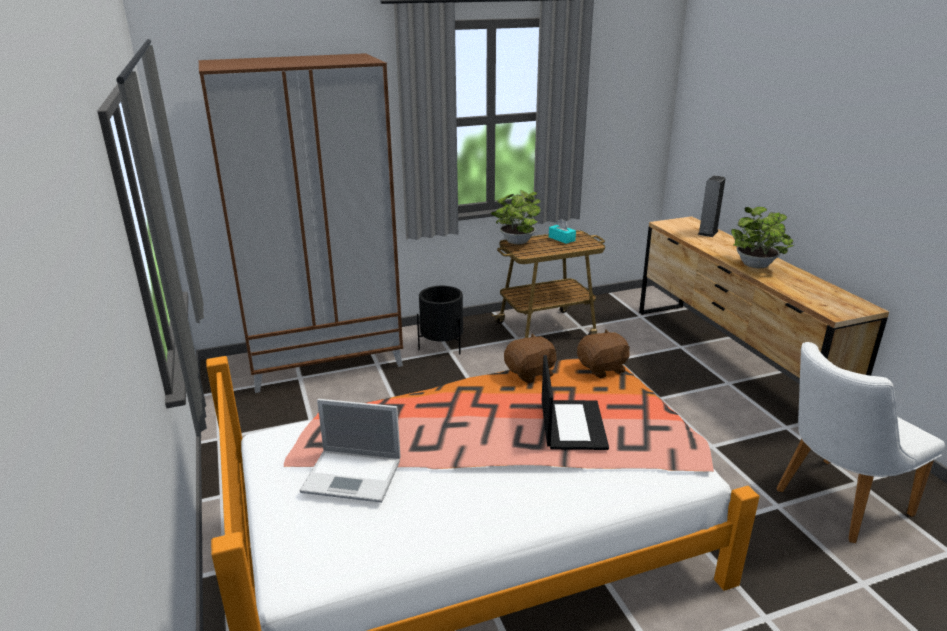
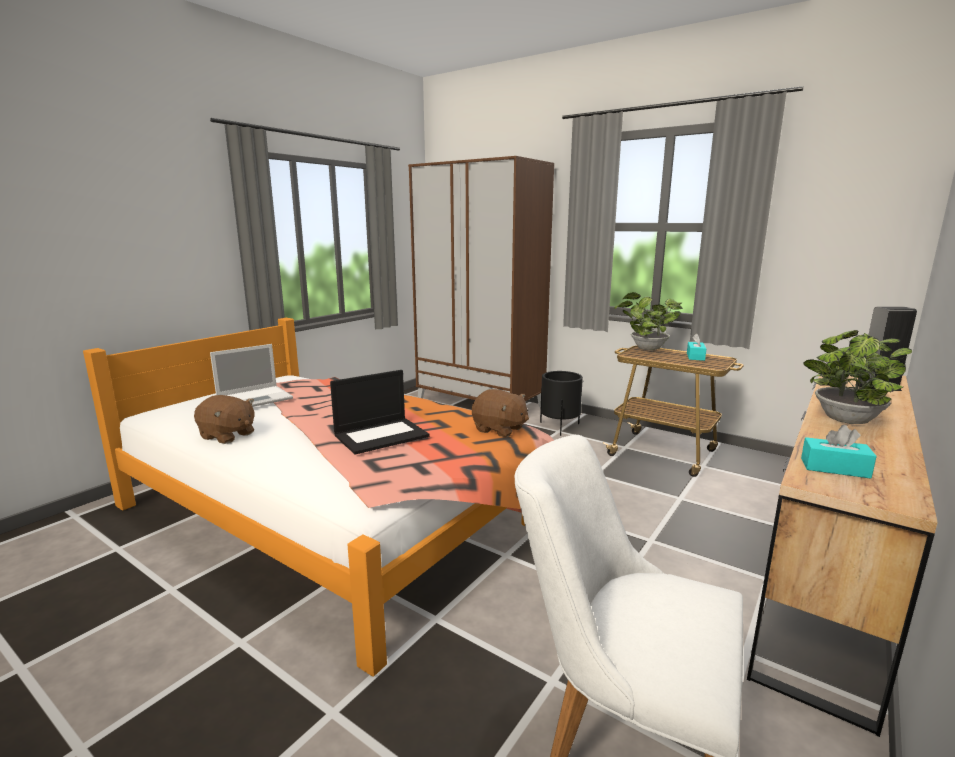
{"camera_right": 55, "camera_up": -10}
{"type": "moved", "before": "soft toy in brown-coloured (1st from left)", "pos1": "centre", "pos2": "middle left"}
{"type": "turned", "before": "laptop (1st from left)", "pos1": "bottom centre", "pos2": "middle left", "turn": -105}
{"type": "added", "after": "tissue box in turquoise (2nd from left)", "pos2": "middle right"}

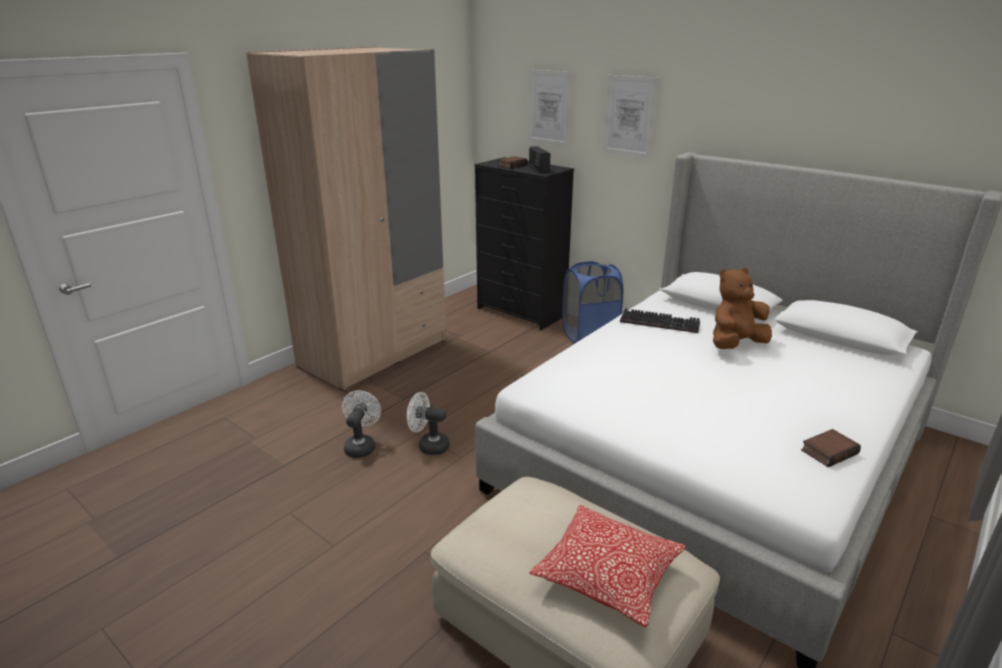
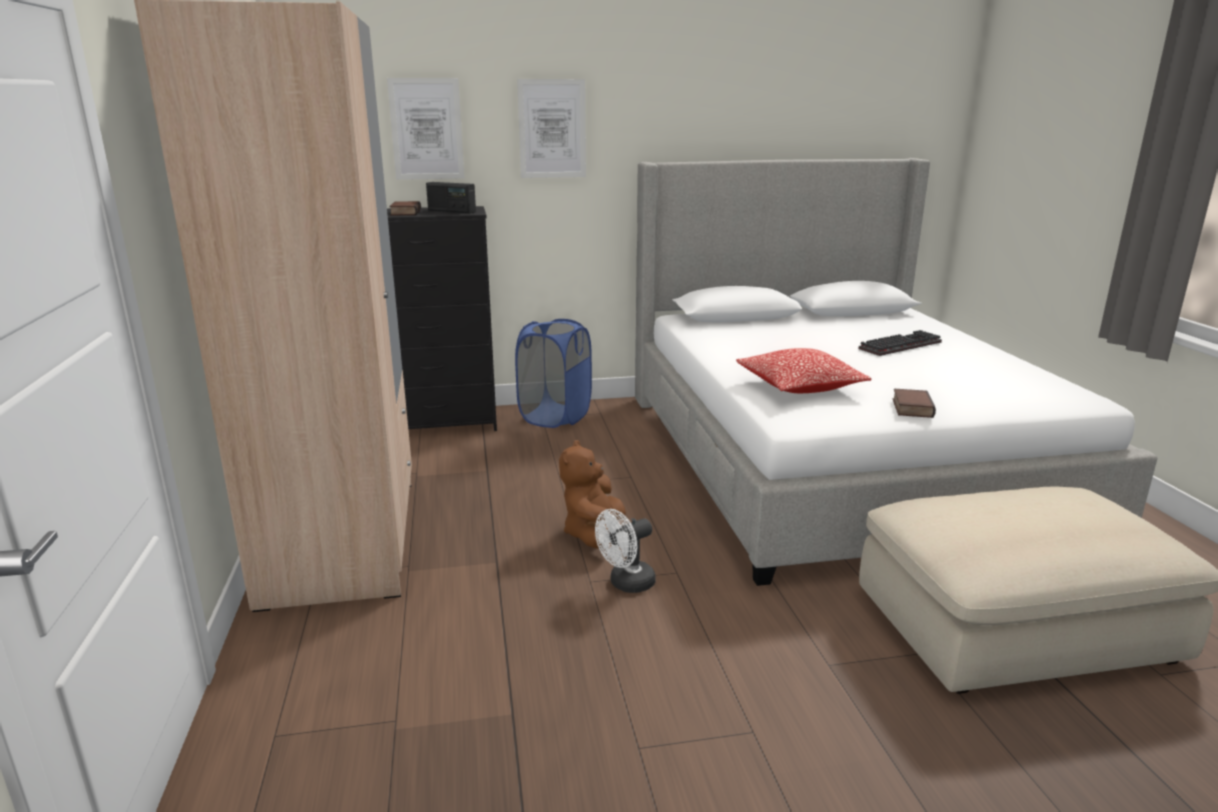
{"camera_right": -50, "camera_up": -5}
{"type": "moved", "before": "soft toy in brown-coloured", "pos1": "middle right", "pos2": "centre"}
{"type": "moved", "before": "pillow", "pos1": "bottom centre", "pos2": "centre"}
{"type": "moved", "before": "computer keyboard", "pos1": "centre", "pos2": "middle right"}
{"type": "moved", "before": "book (2nd from left)", "pos1": "bottom right", "pos2": "middle right"}
{"type": "removed", "before": "fan in white-coloured (1st from left)", "pos1": "centre"}

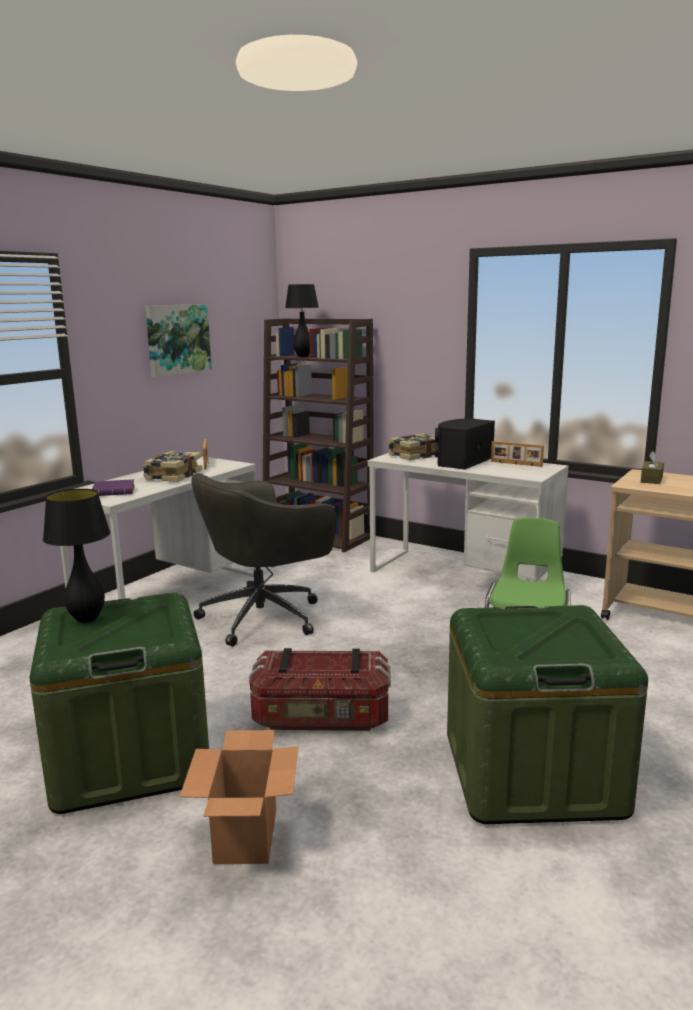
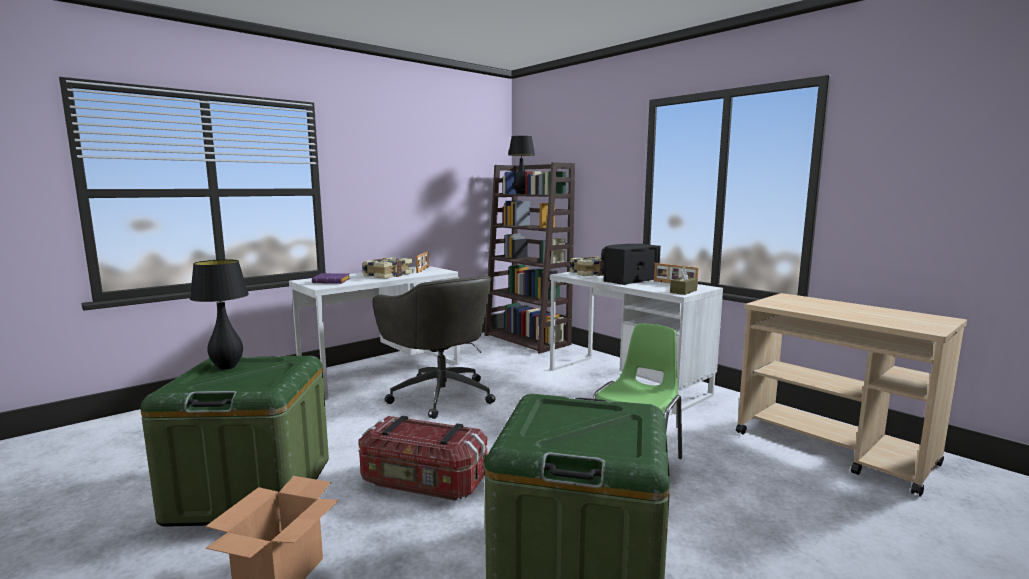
{"camera_right": 15, "camera_up": -5}
{"type": "turned", "before": "desk chair in greyish", "pos1": "centre", "pos2": "centre", "turn": -105}
{"type": "moved", "before": "tissue box in brown-coloured", "pos1": "middle right", "pos2": "centre"}
{"type": "removed", "before": "wall picture", "pos1": "middle left"}

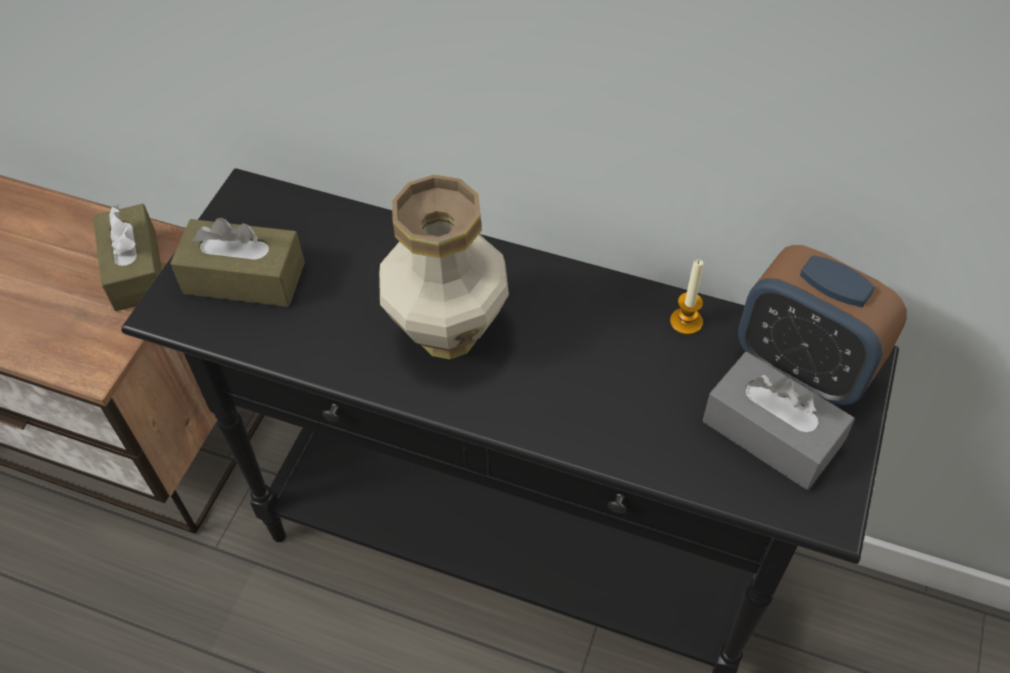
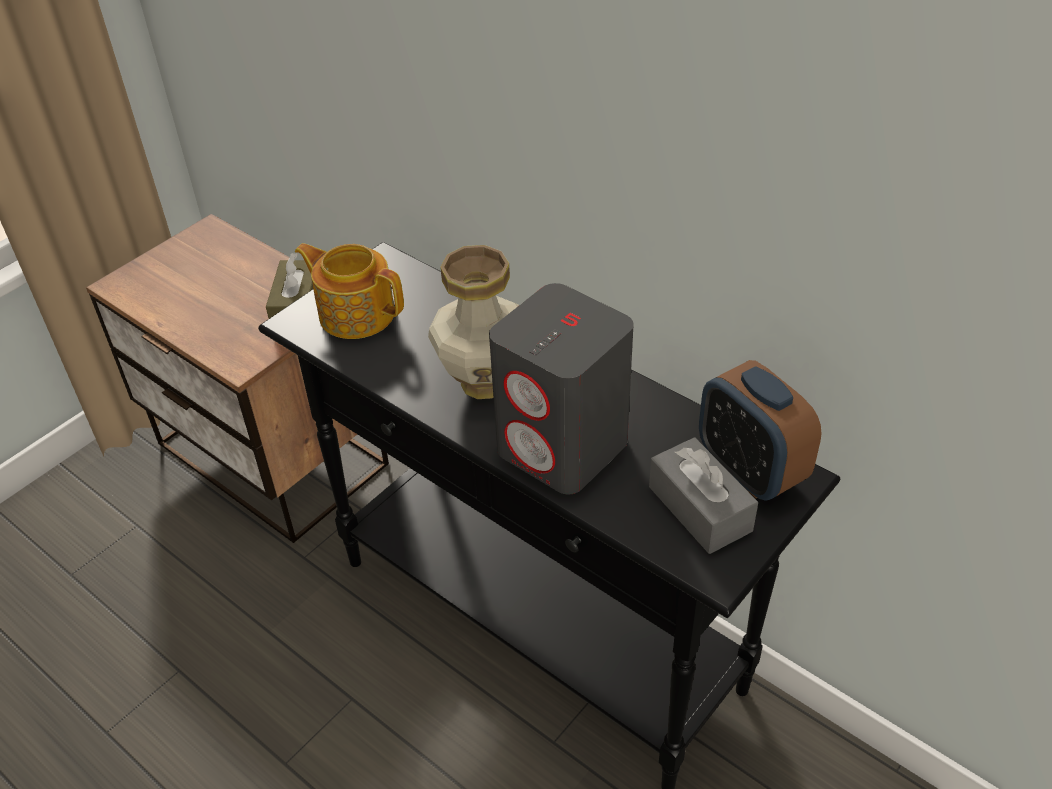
{"camera_right": 20, "camera_up": -10}
{"type": "replaced", "before": "tissue box in brown-coloured (2nd from left)", "after": "tea pot", "pos1": "middle left", "pos2": "middle left"}
{"type": "added", "after": "speaker in greyish", "pos2": "centre"}
{"type": "removed", "before": "candle", "pos1": "middle right"}

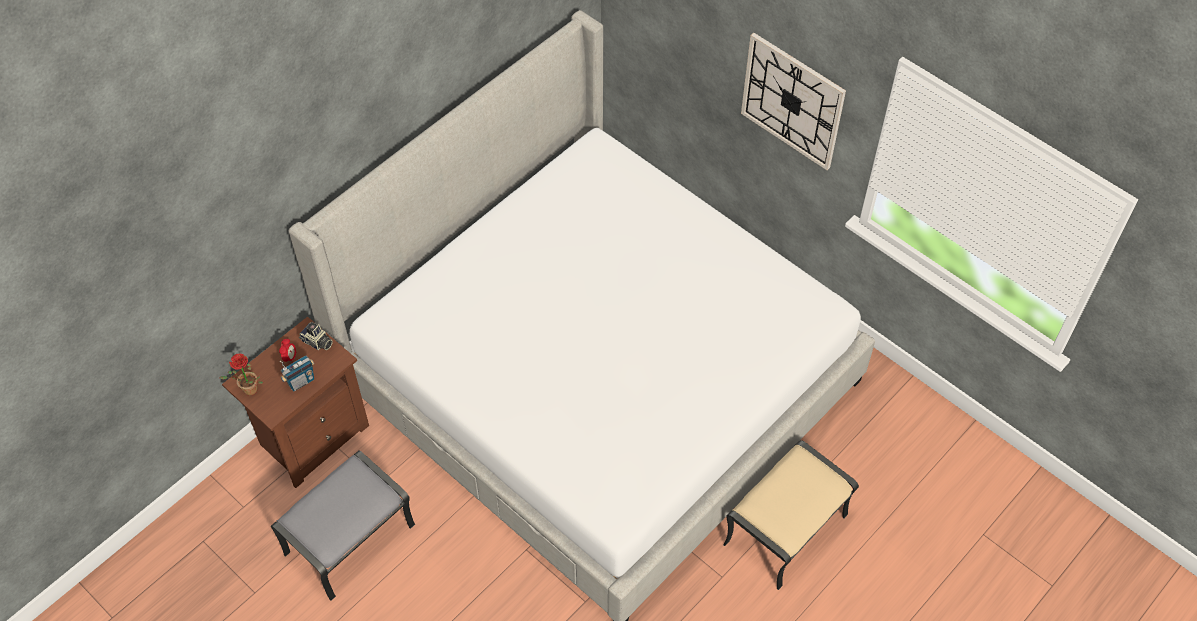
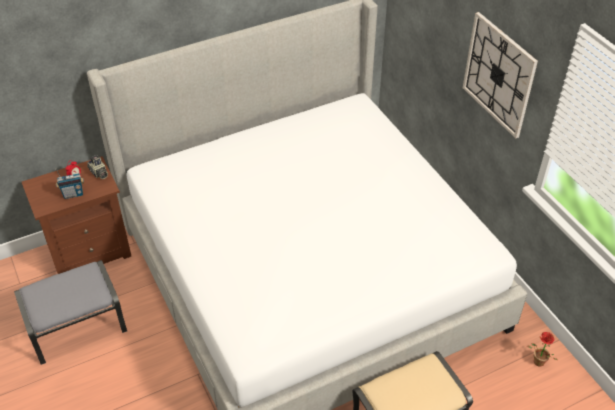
{"camera_right": 20, "camera_up": -10}
{"type": "moved", "before": "plant in a pot", "pos1": "middle left", "pos2": "bottom right"}

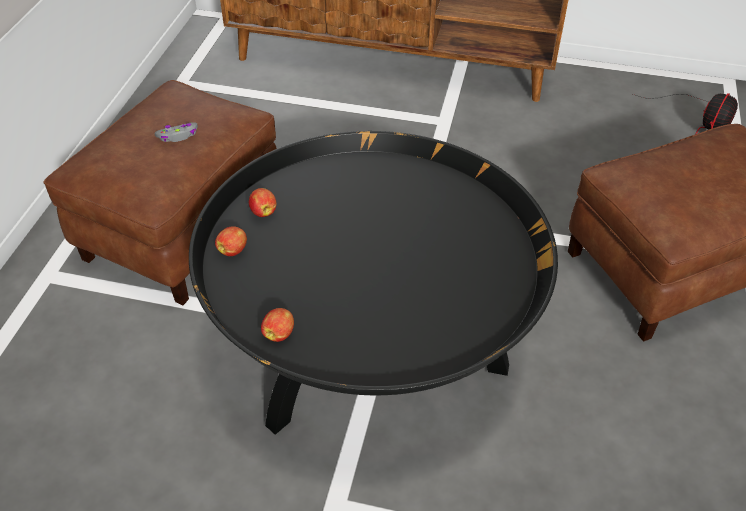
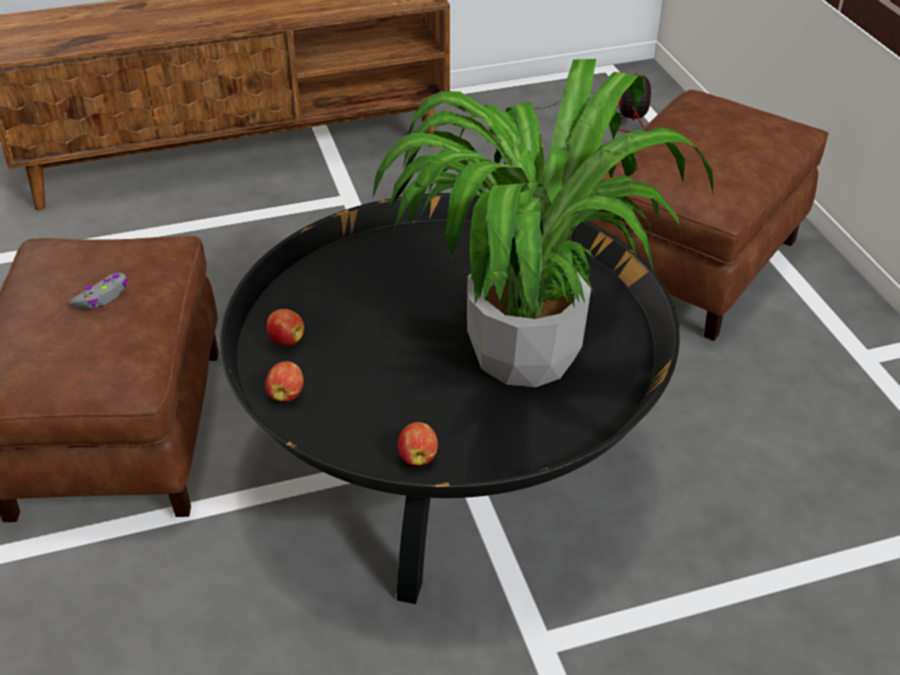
{"camera_right": -30, "camera_up": -5}
{"type": "added", "after": "plant in a pot", "pos2": "top centre"}

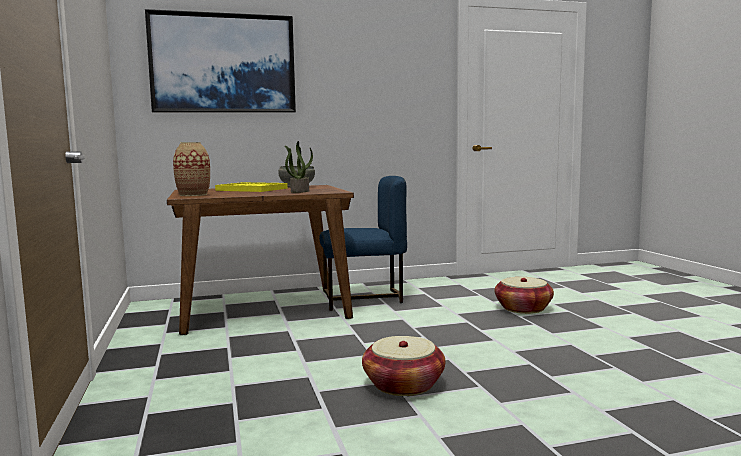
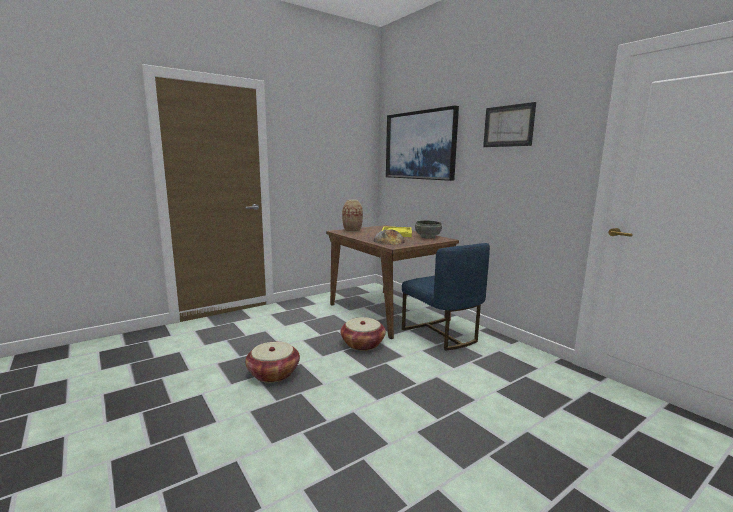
{"camera_right": 70, "camera_up": 5}
{"type": "moved", "before": "storage basket (2nd from left)", "pos1": "middle right", "pos2": "centre"}
{"type": "replaced", "before": "plant in a pot", "after": "bread", "pos1": "centre", "pos2": "centre"}
{"type": "added", "after": "wall picture (2nd from left)", "pos2": "top right"}

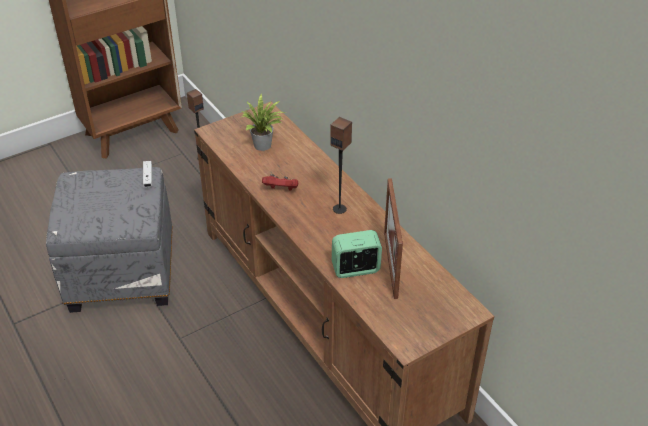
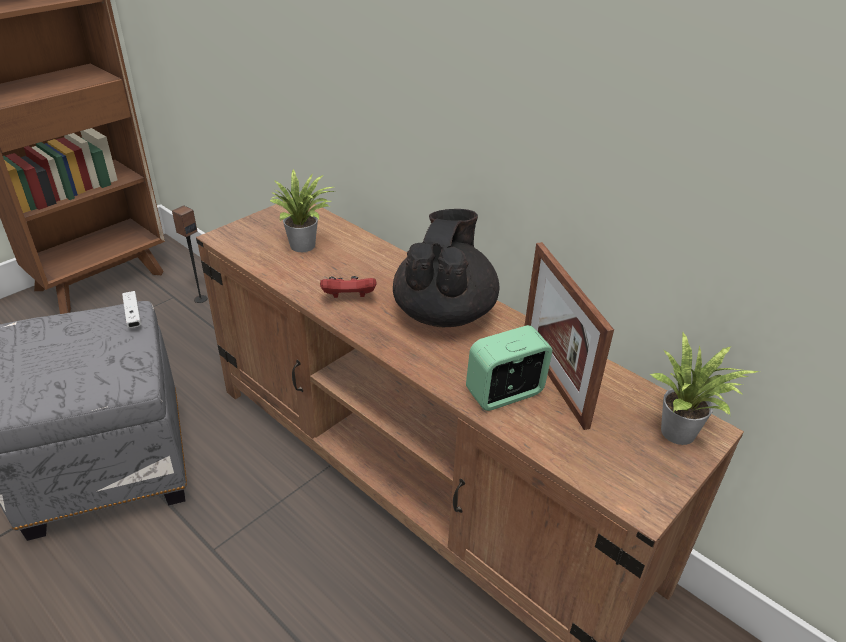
{"camera_right": -15, "camera_up": -5}
{"type": "replaced", "before": "speaker (2nd from left)", "after": "tea pot in blackish", "pos1": "centre", "pos2": "centre"}
{"type": "added", "after": "plant in a pot (2nd from left)", "pos2": "middle right"}

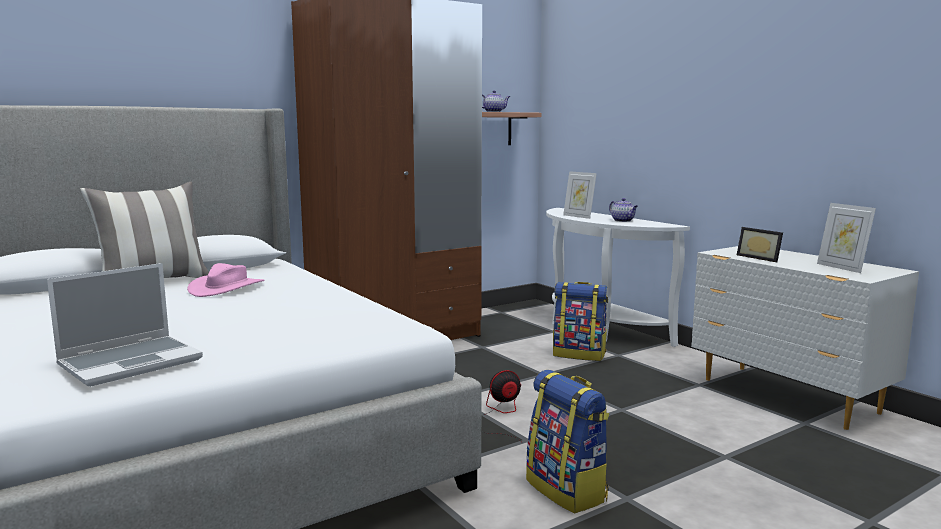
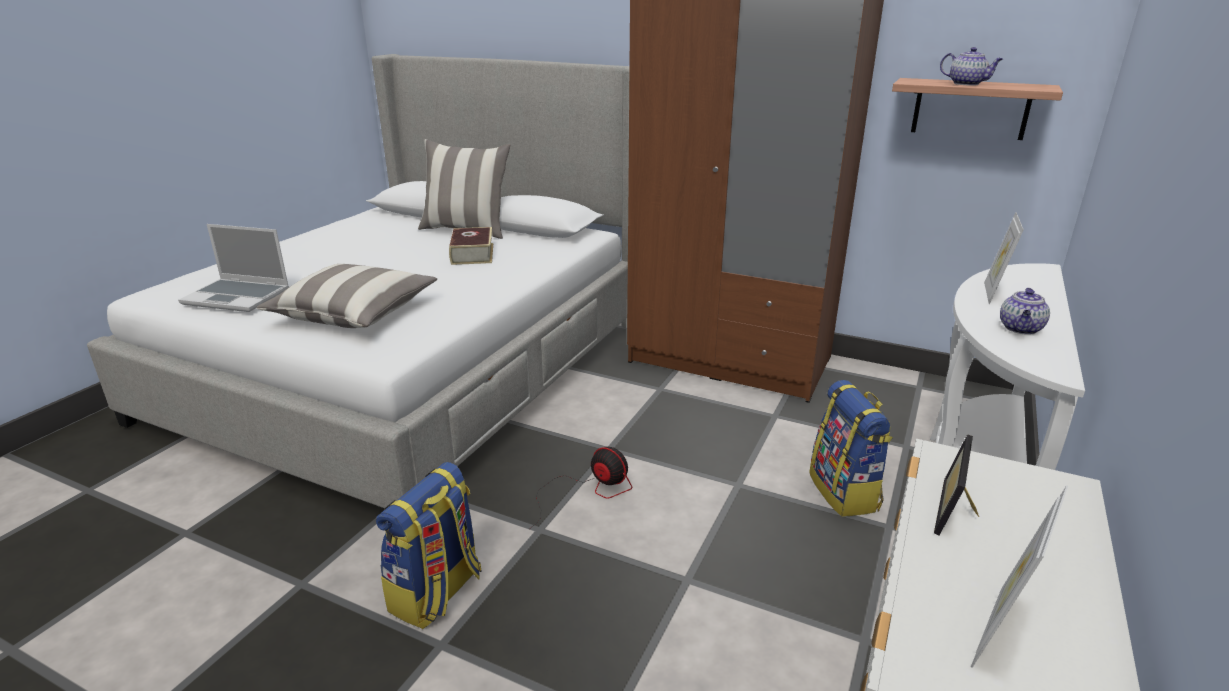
{"camera_right": 60, "camera_up": 15}
{"type": "added", "after": "pillow (1st from left)", "pos2": "middle left"}
{"type": "replaced", "before": "clothing hat in pinkish", "after": "book", "pos1": "middle left", "pos2": "centre"}

